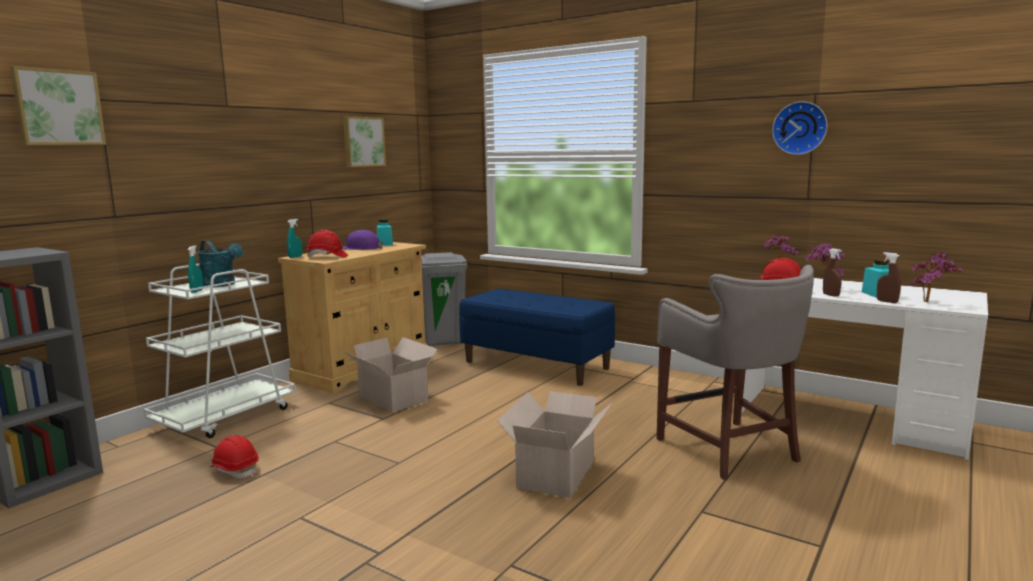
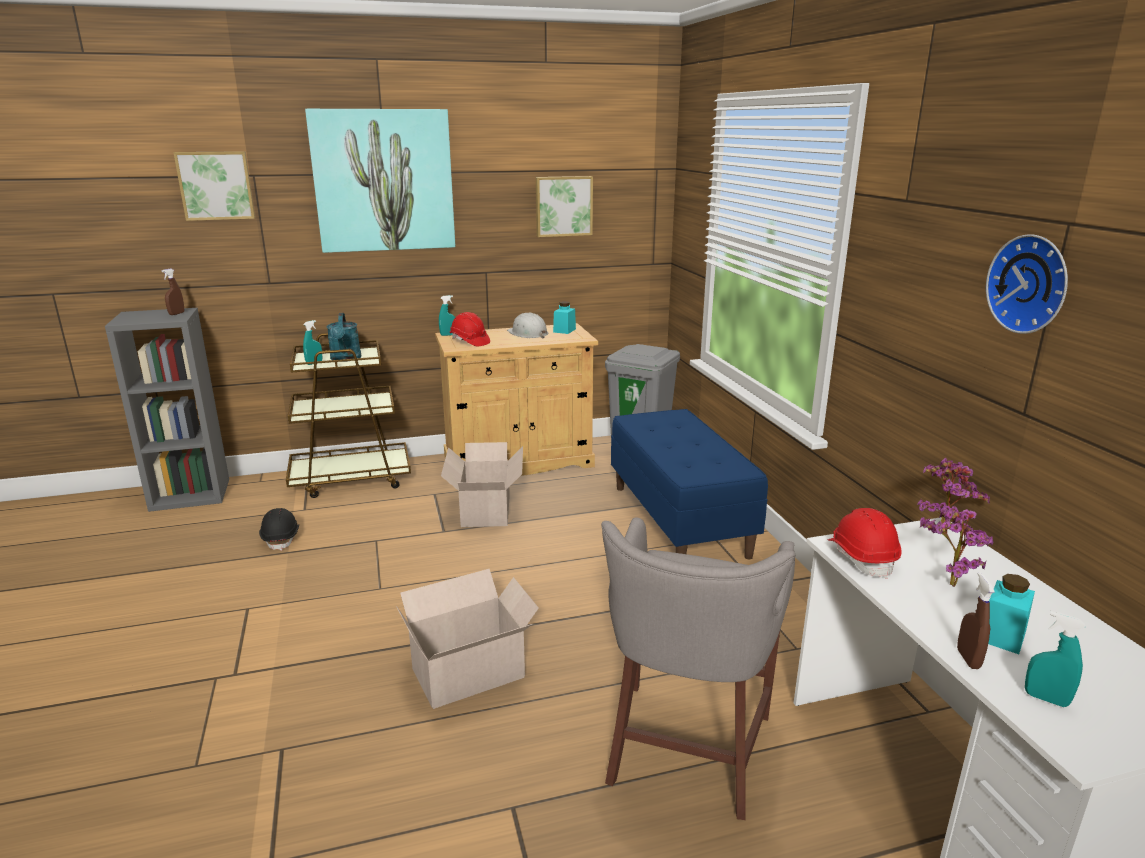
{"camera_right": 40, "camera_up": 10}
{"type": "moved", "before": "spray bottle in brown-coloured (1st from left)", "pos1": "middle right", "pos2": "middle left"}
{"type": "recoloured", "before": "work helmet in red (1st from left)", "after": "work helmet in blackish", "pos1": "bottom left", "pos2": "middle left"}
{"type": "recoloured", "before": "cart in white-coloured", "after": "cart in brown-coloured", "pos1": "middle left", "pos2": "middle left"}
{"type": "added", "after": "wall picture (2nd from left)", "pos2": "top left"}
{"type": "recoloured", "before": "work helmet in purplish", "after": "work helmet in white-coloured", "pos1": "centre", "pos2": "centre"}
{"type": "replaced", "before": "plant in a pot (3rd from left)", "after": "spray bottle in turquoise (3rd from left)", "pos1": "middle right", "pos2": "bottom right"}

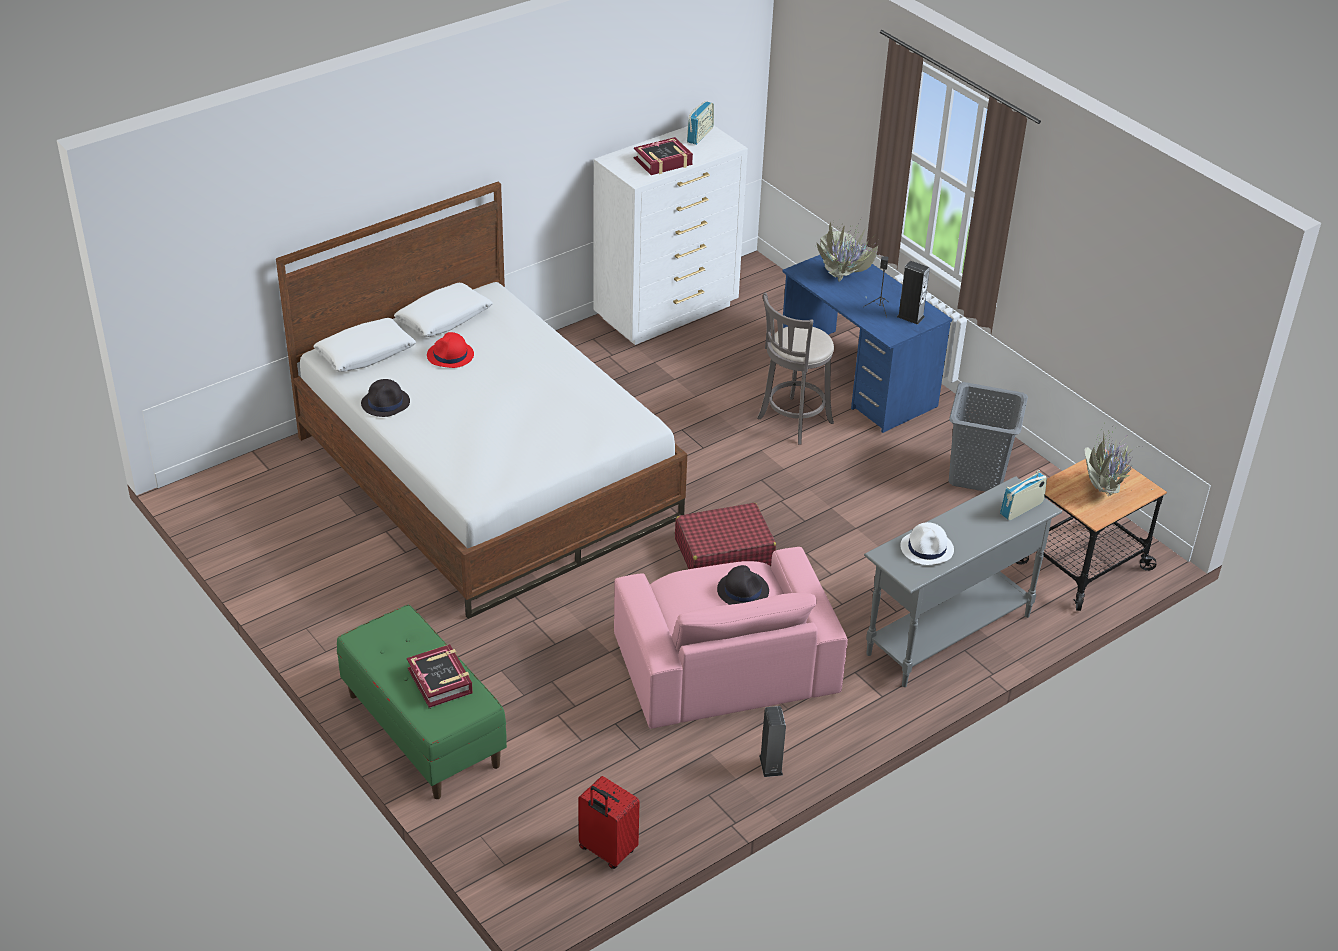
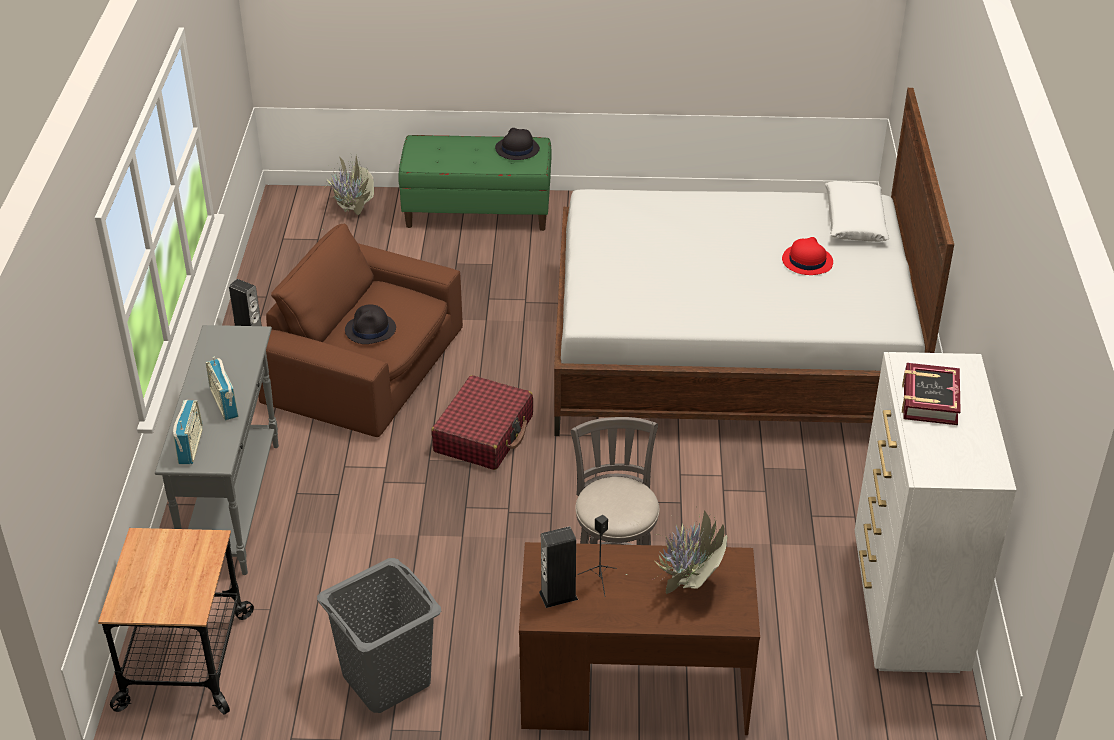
{"camera_right": 130, "camera_up": 0}
{"type": "moved", "before": "radio receiver (1st from left in the first image)", "after": "radio receiver (2nd from left)", "pos1": "top centre", "pos2": "middle left"}
{"type": "recoloured", "before": "easy chair in pinkish", "after": "easy chair in brown-coloured", "pos1": "bottom centre", "pos2": "middle left"}
{"type": "moved", "before": "plant in a pot (2nd from left in the first image)", "after": "plant in a pot (1st from left)", "pos1": "middle right", "pos2": "top left"}
{"type": "moved", "before": "clothing hat in blackish (1st from left in the first image)", "after": "clothing hat in blackish (2nd from left)", "pos1": "middle left", "pos2": "top centre"}
{"type": "recoloured", "before": "desk in blue-coloured", "after": "desk in brown-coloured", "pos1": "centre", "pos2": "bottom centre"}
{"type": "removed", "before": "pillow in white-coloured (2nd from left)", "pos1": "top left"}
{"type": "removed", "before": "book (1st from left)", "pos1": "bottom left"}
{"type": "removed", "before": "piece of luggage in red (1st from left)", "pos1": "bottom centre"}
{"type": "removed", "before": "clothing hat in white-coloured", "pos1": "middle right"}

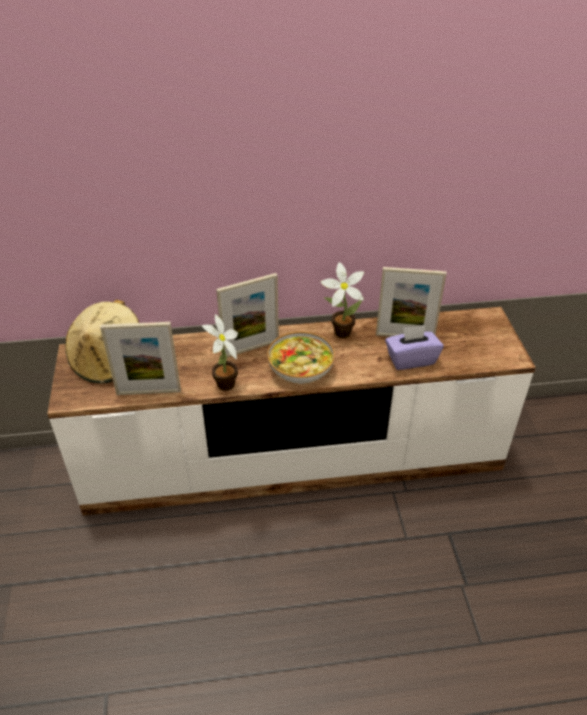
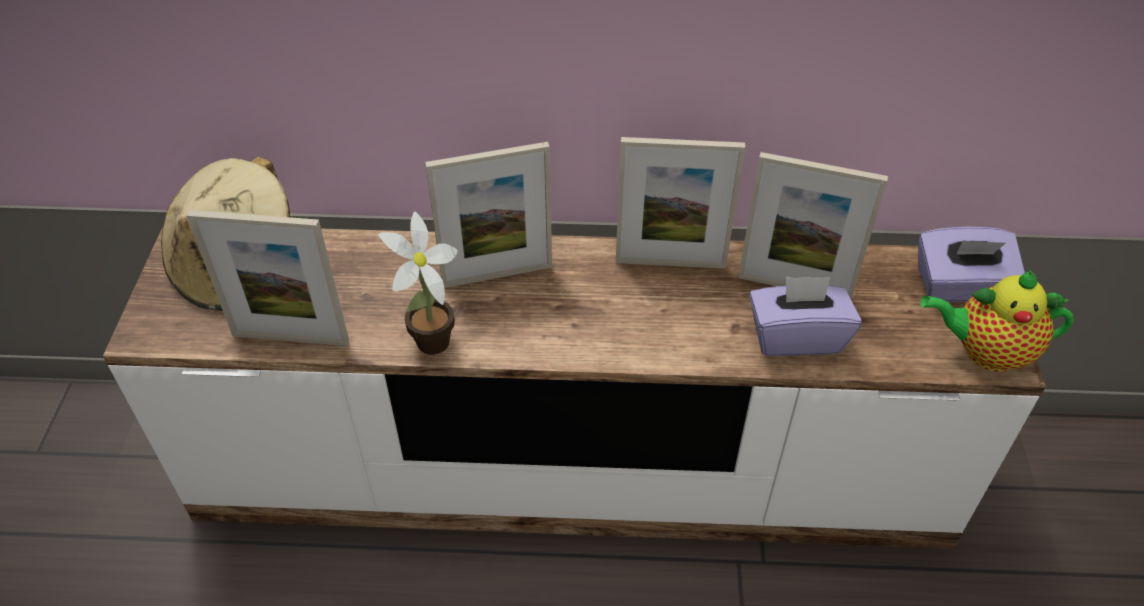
{"camera_right": 10, "camera_up": 5}
{"type": "replaced", "before": "plant in a pot (2nd from left)", "after": "picture frame (3rd from left)", "pos1": "centre", "pos2": "centre"}
{"type": "added", "after": "tissue box in purplish (2nd from left)", "pos2": "middle right"}
{"type": "added", "after": "tea pot", "pos2": "middle right"}
{"type": "removed", "before": "bowl", "pos1": "centre"}

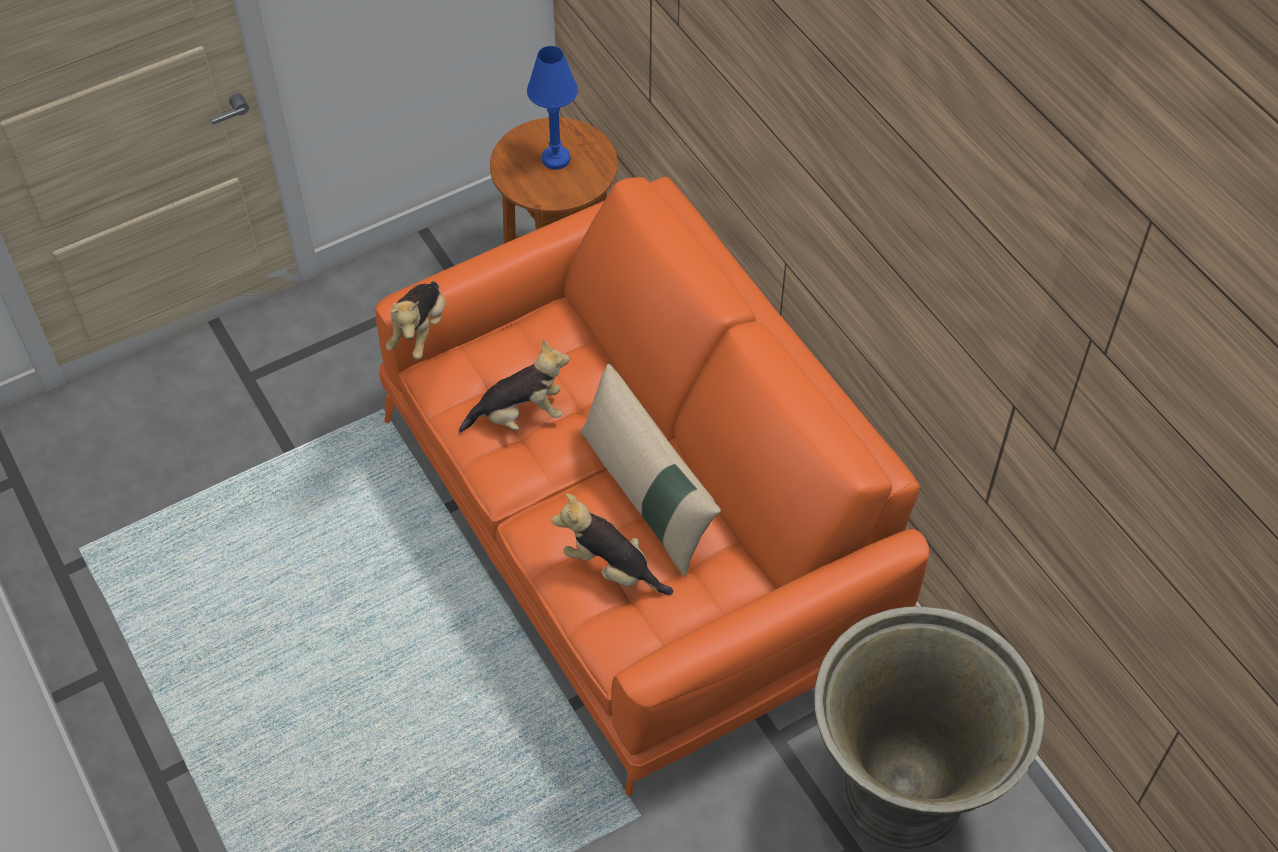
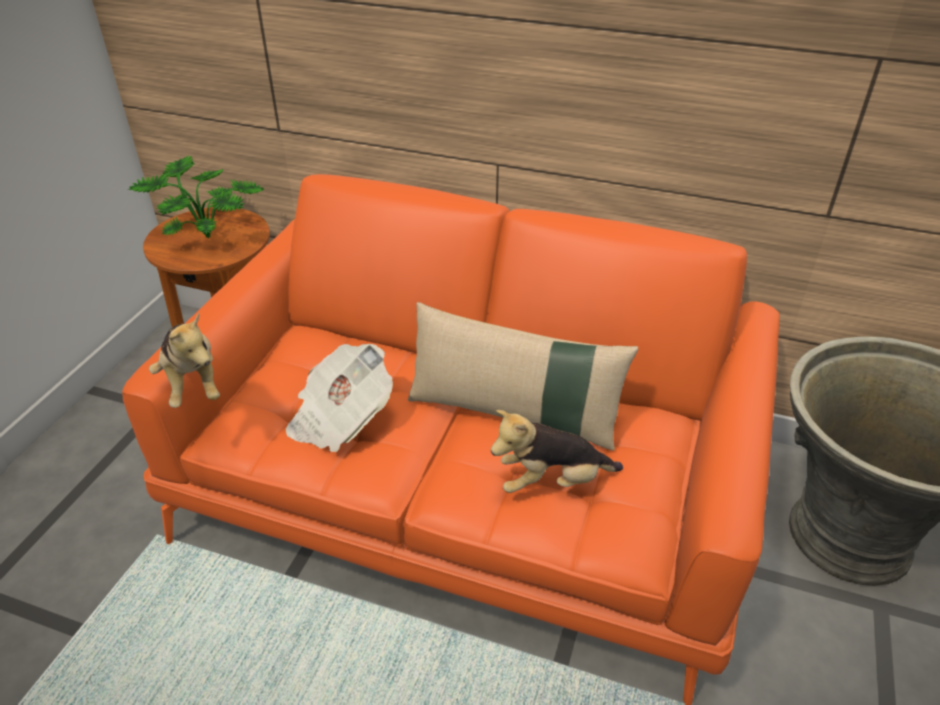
{"camera_right": -40, "camera_up": -15}
{"type": "replaced", "before": "tabletop lamp in blue-coloured", "after": "plant in a pot", "pos1": "top centre", "pos2": "top left"}
{"type": "replaced", "before": "soft toy (2nd from left)", "after": "newspaper", "pos1": "centre", "pos2": "centre"}

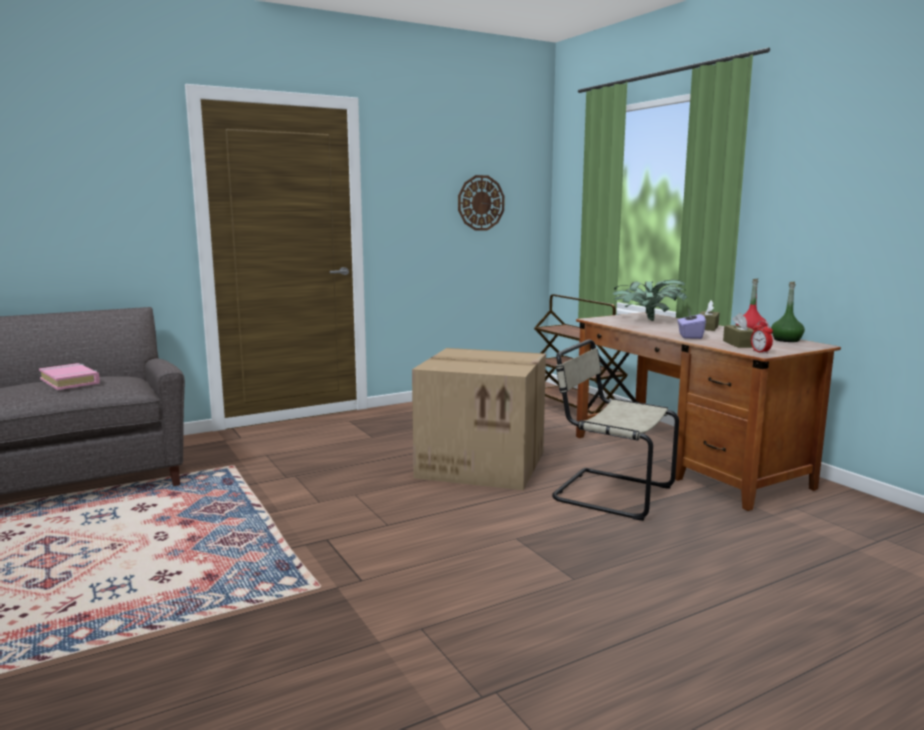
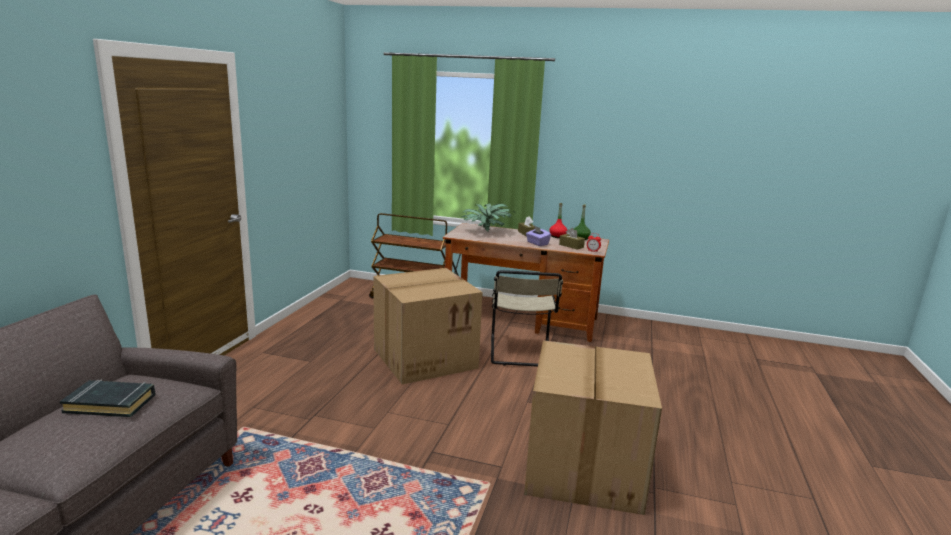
{"camera_right": -45, "camera_up": 5}
{"type": "recoloured", "before": "book in pinkish", "after": "book in blackish", "pos1": "middle left", "pos2": "bottom left"}
{"type": "turned", "before": "plain chair in beige", "pos1": "centre", "pos2": "centre", "turn": -75}
{"type": "added", "after": "carton (2nd from left)", "pos2": "bottom centre"}
{"type": "removed", "before": "clock on the wall", "pos1": "top centre"}

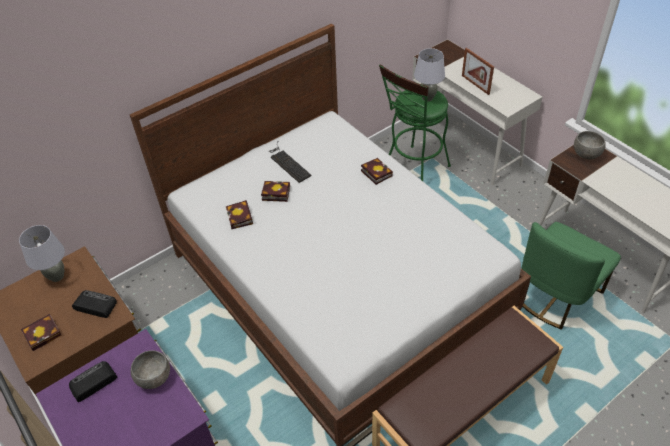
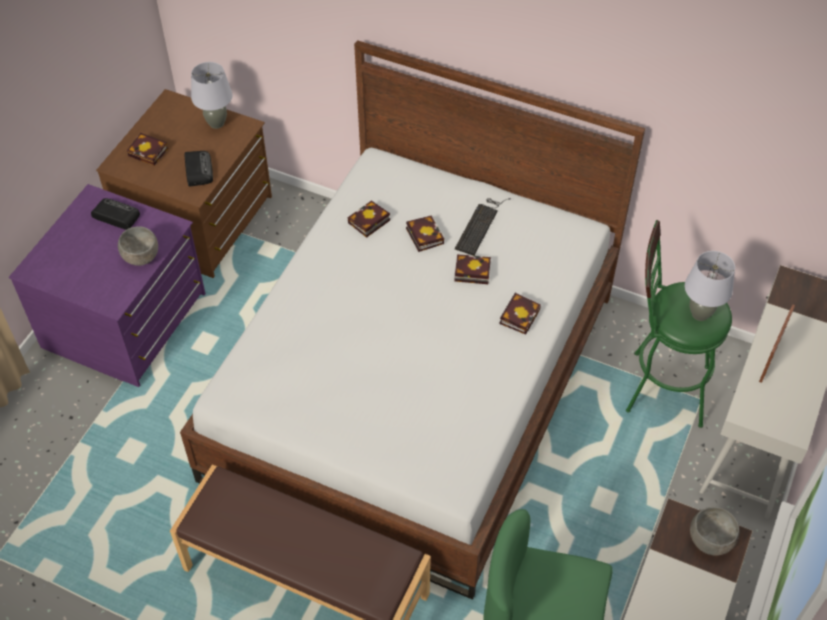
{"camera_right": 60, "camera_up": 5}
{"type": "added", "after": "book (4th from left)", "pos2": "centre"}

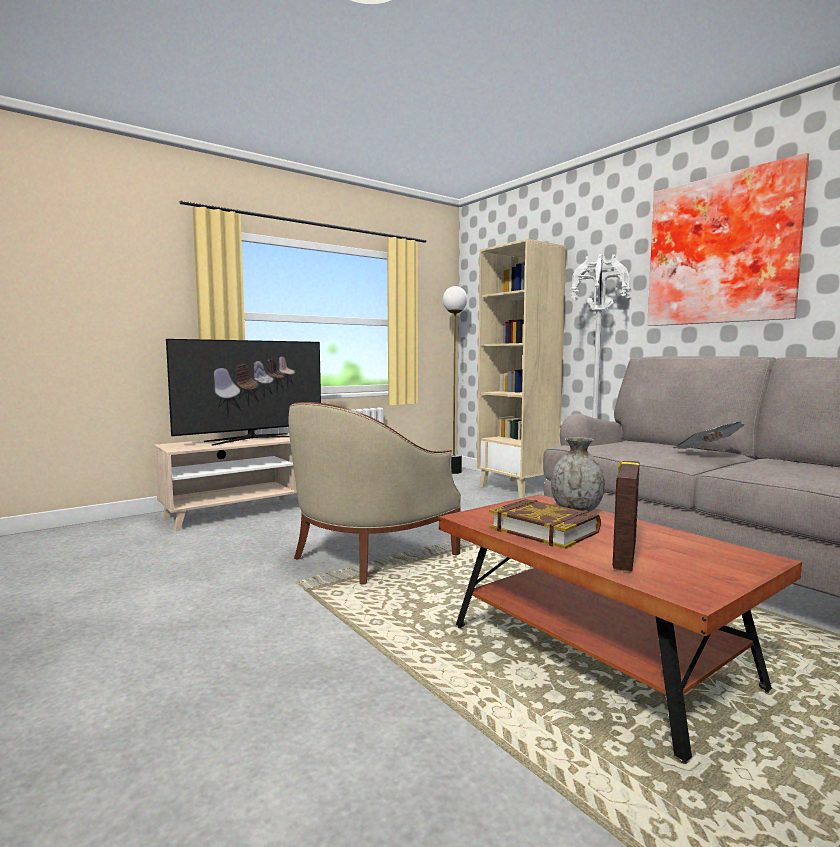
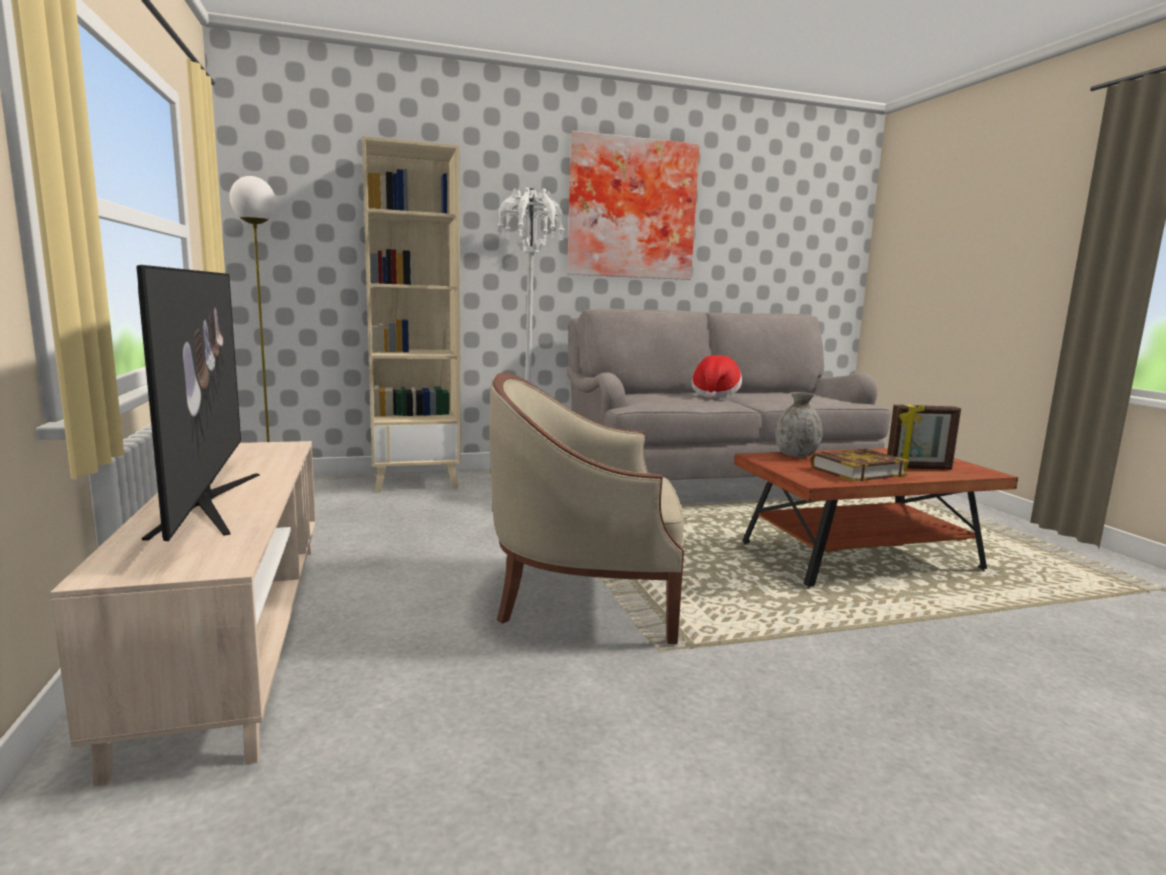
{"camera_right": -70, "camera_up": 5}
{"type": "turned", "before": "easy chair in beige", "pos1": "centre", "pos2": "centre", "turn": 120}
{"type": "replaced", "before": "newspaper", "after": "clothing hat", "pos1": "middle right", "pos2": "centre"}
{"type": "turned", "before": "picture frame", "pos1": "middle right", "pos2": "middle right", "turn": -45}

